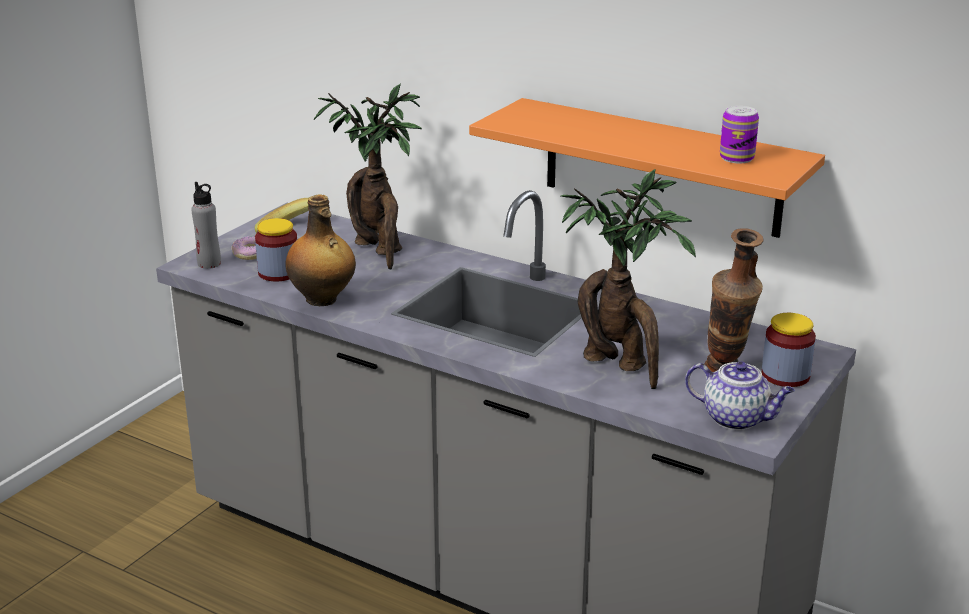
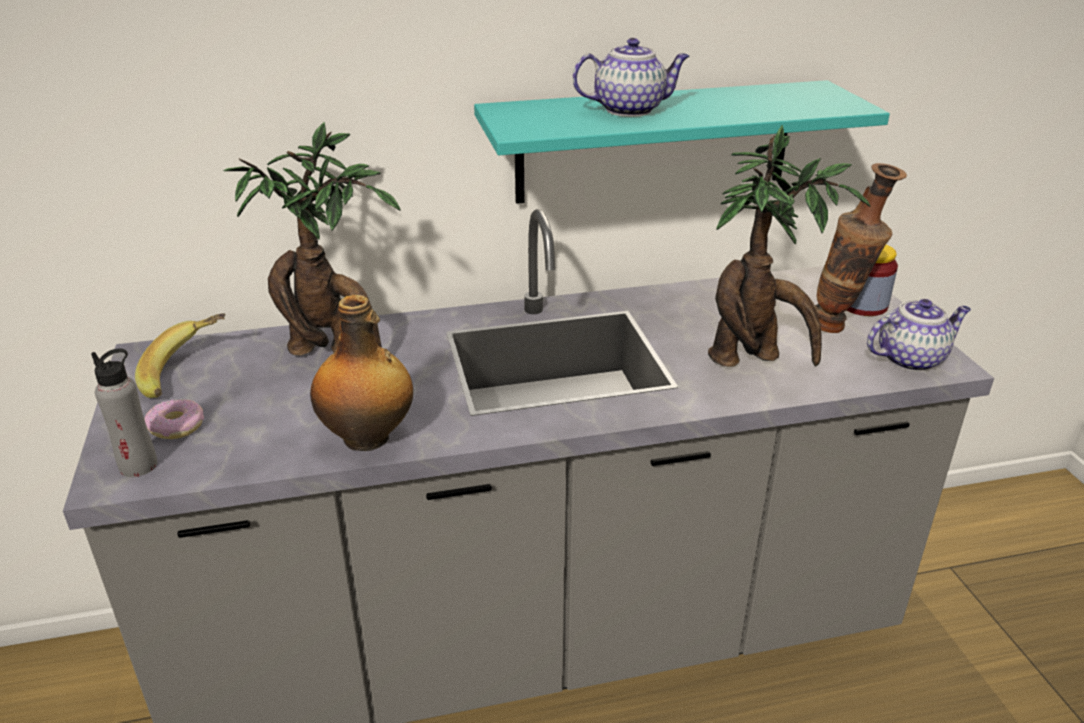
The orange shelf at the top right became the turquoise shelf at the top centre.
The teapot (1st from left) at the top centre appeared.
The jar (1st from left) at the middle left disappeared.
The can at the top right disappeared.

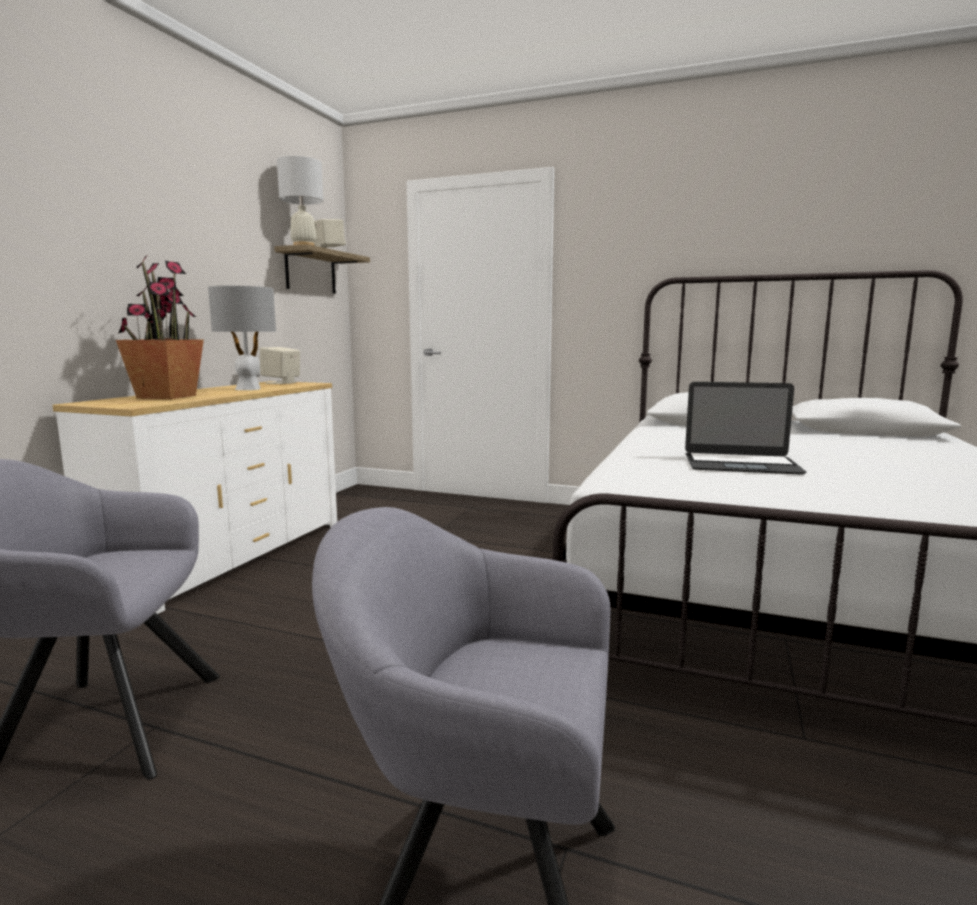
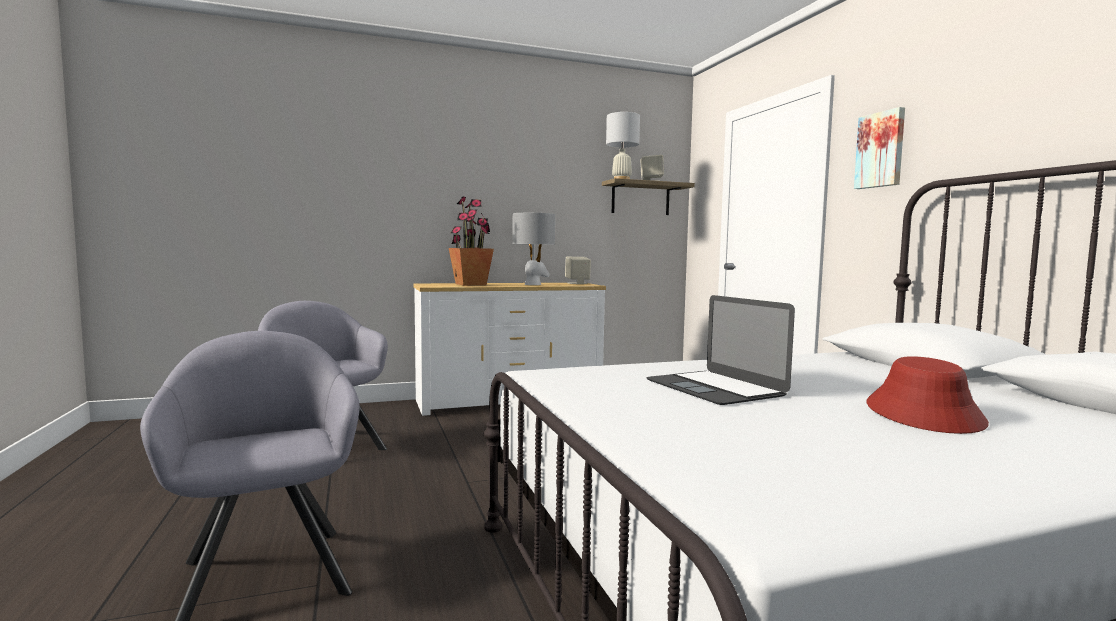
The picture at the top right appeared.
The red hat at the middle right appeared.

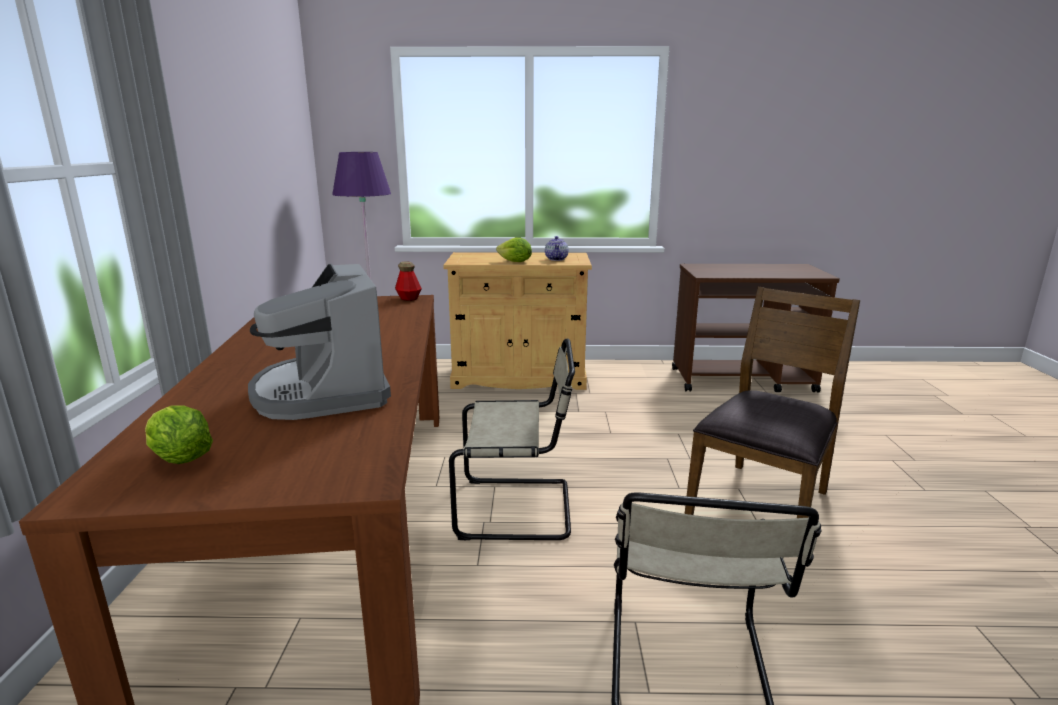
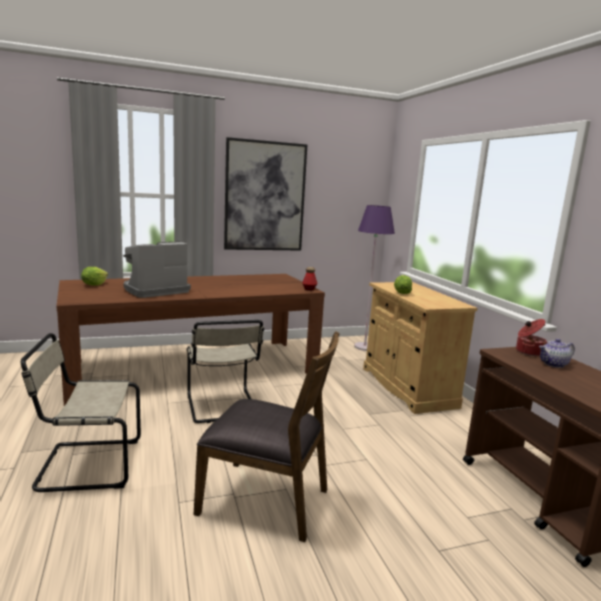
The picture at the top centre appeared.
The cooking pot at the middle right appeared.
The teapot moved from the centre to the middle right.

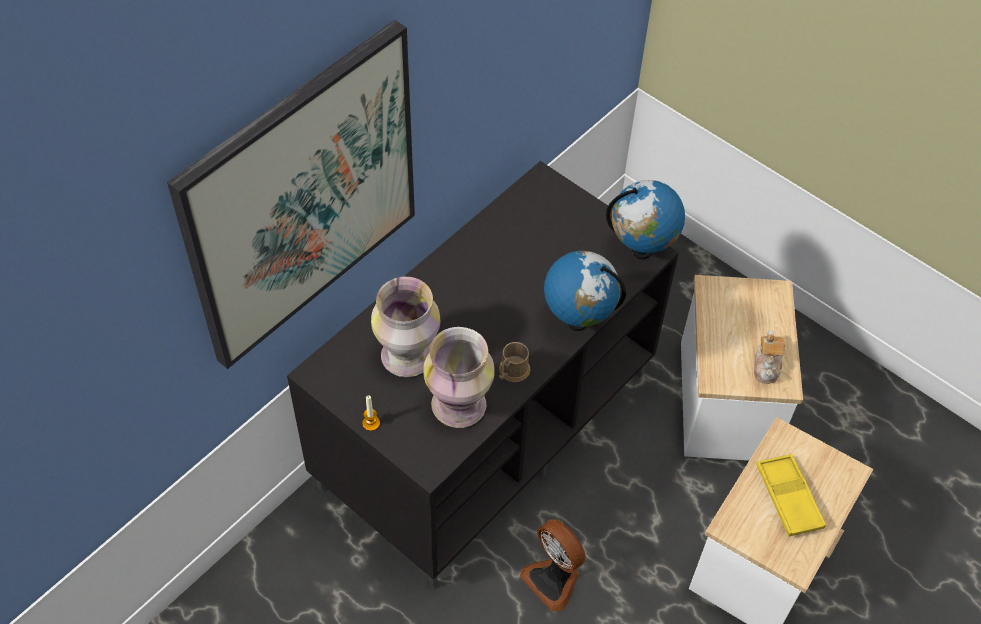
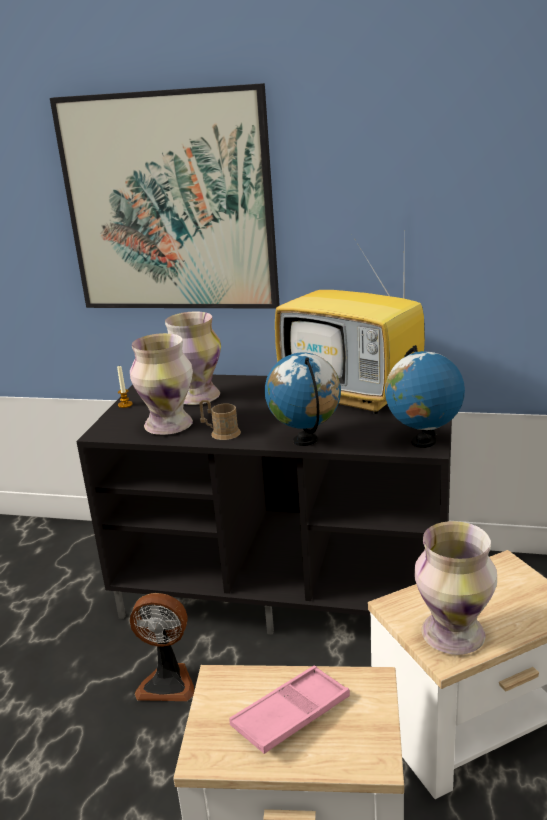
The fan at the bottom centre turned 105 degrees counterclockwise.
The yellow tray at the bottom right became the pink tray at the bottom centre.
The television at the centre appeared.
The teapot at the middle right was replaced by the vase (3rd from left) at the bottom right.

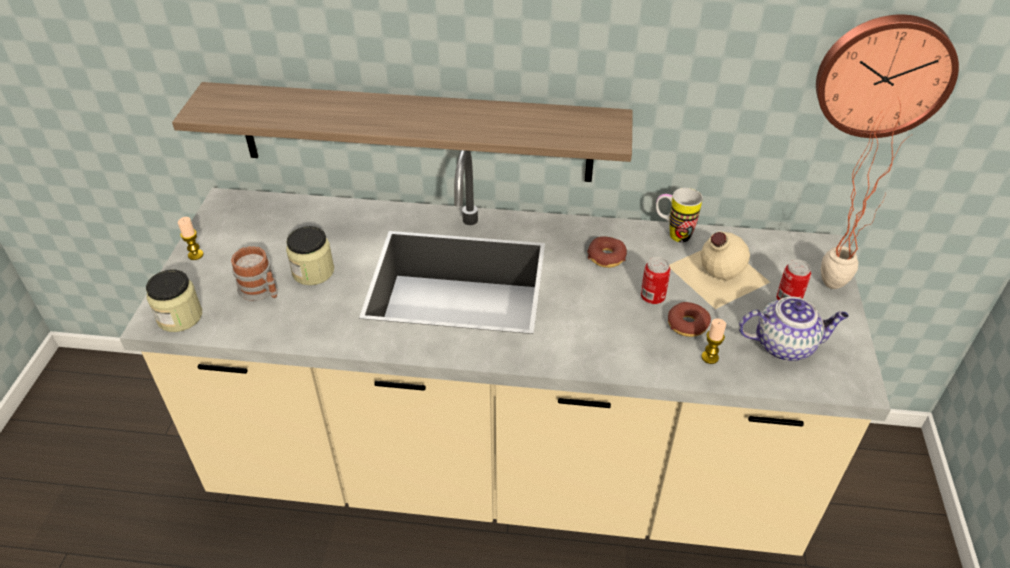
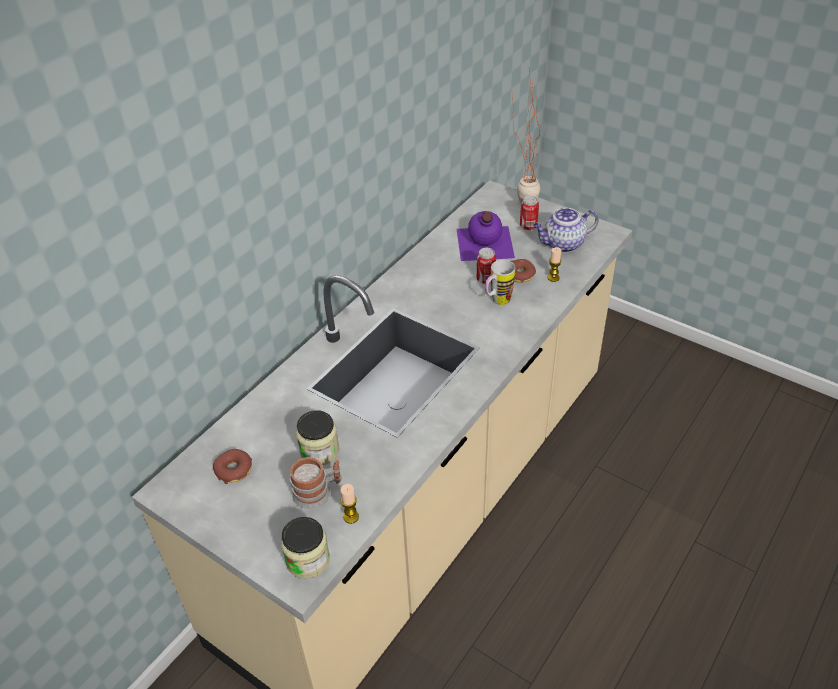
The donut (1st from left) moved from the centre to the bottom left.
The candle (1st from left) moved from the middle left to the bottom centre.
The beige bottle at the middle right became the purple bottle at the centre.
The mug (2nd from left) moved from the middle right to the centre.
The teapot at the middle right turned 135 degrees counterclockwise.
The shelf at the top centre disappeared.
The wall clock at the top right disappeared.

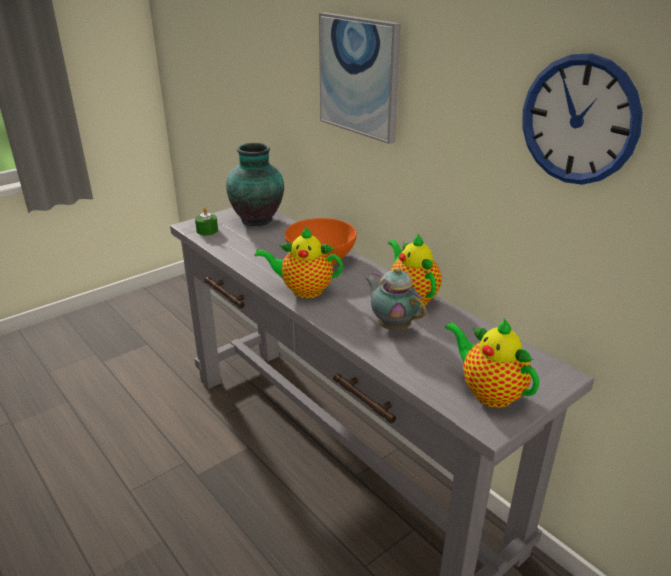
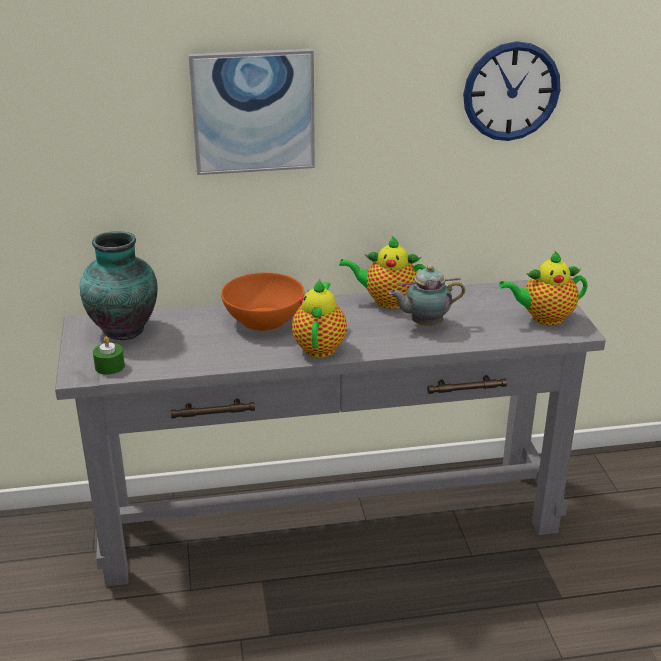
The teapot (1st from left) at the centre turned 150 degrees clockwise.

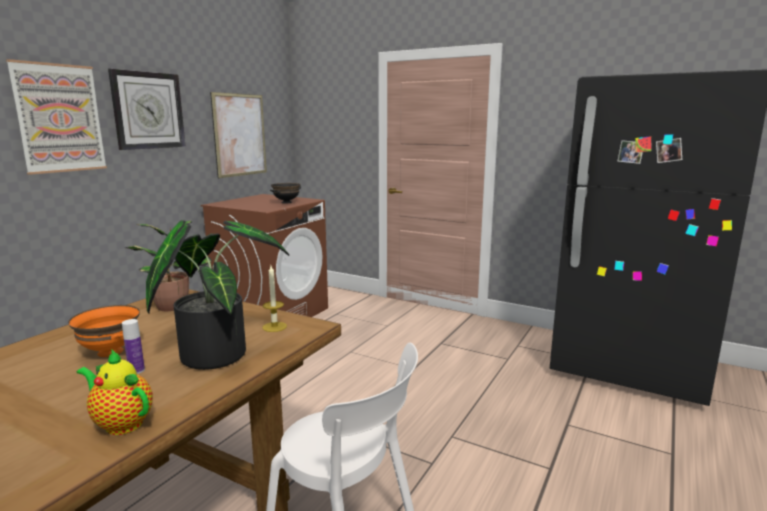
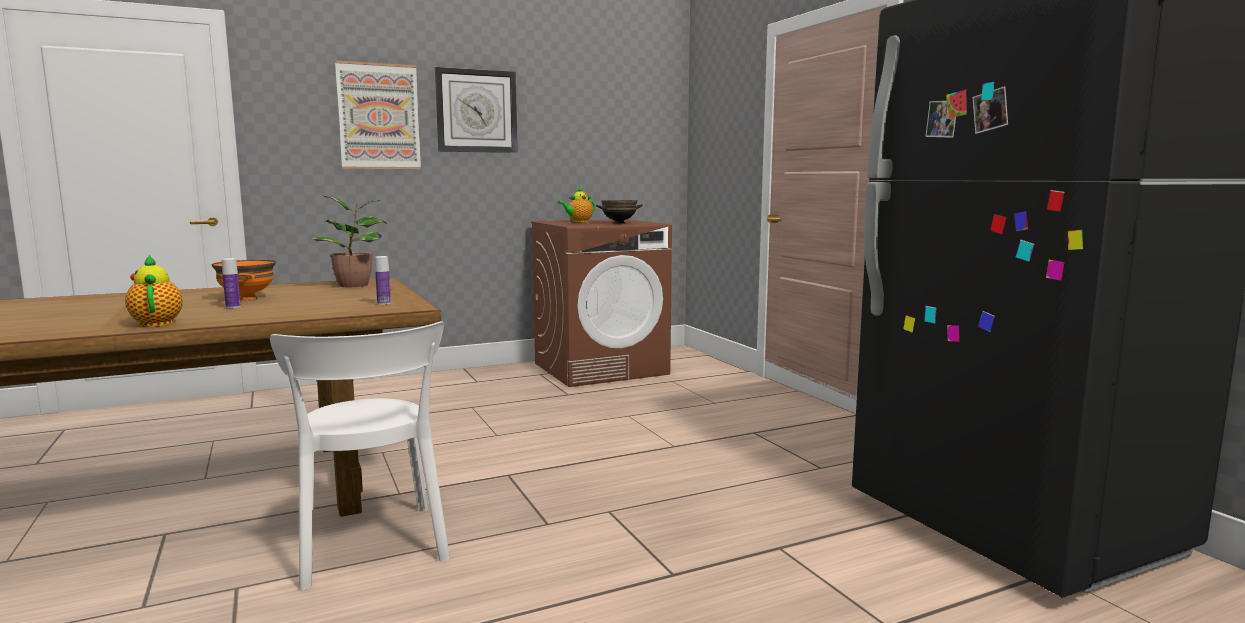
The candle at the centre was replaced by the bottle (2nd from left) at the middle left.
The teapot (2nd from left) at the top centre appeared.
The potted plant (2nd from left) at the middle left disappeared.
The picture (2nd from left) at the top left disappeared.

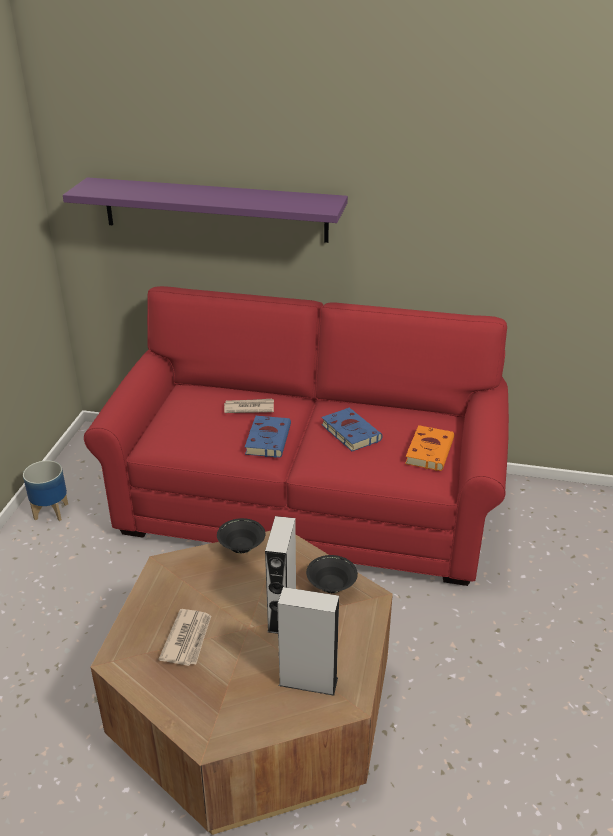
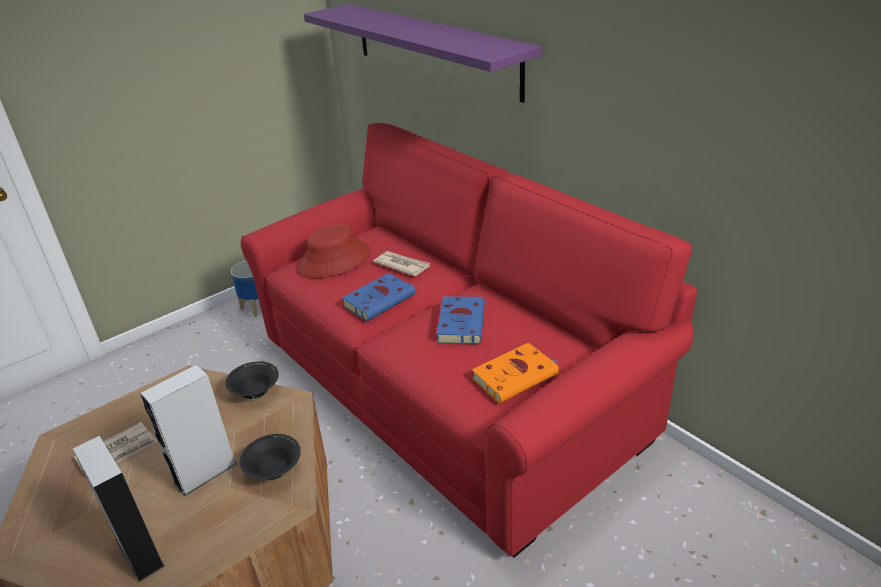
The red hat at the centre appeared.

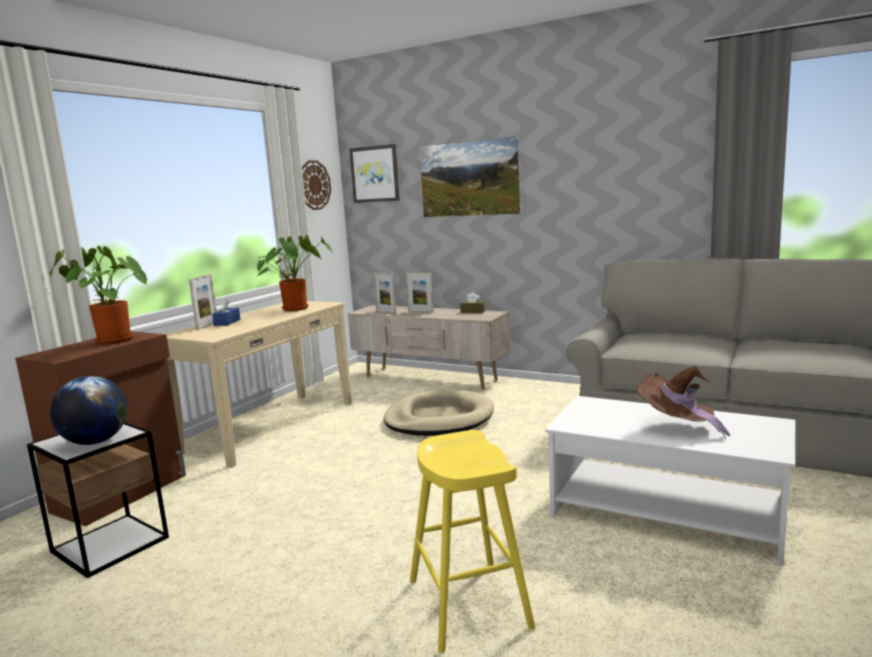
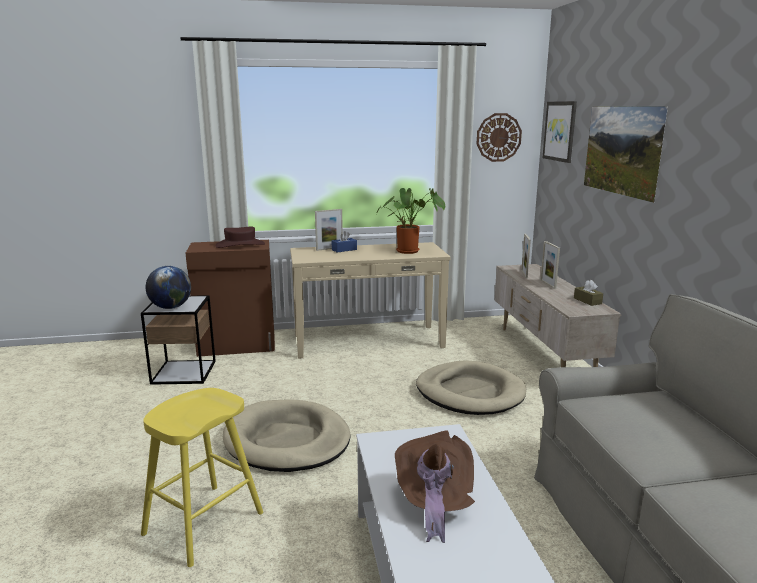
The potted plant (1st from left) at the middle left was replaced by the brown hat (1st from left) at the middle left.
The beige dog bed (1st from left) at the bottom centre appeared.

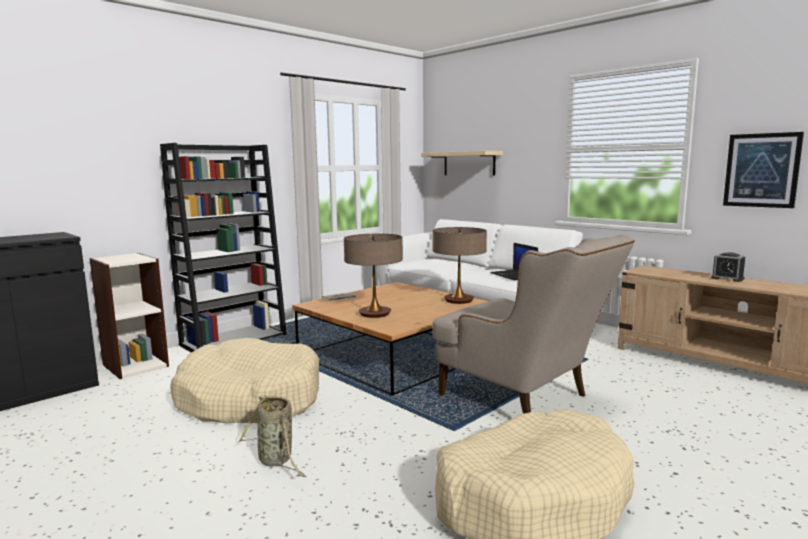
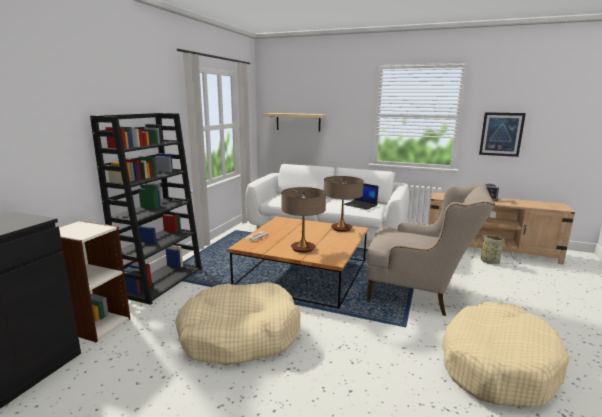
The basket moved from the bottom centre to the middle right.

